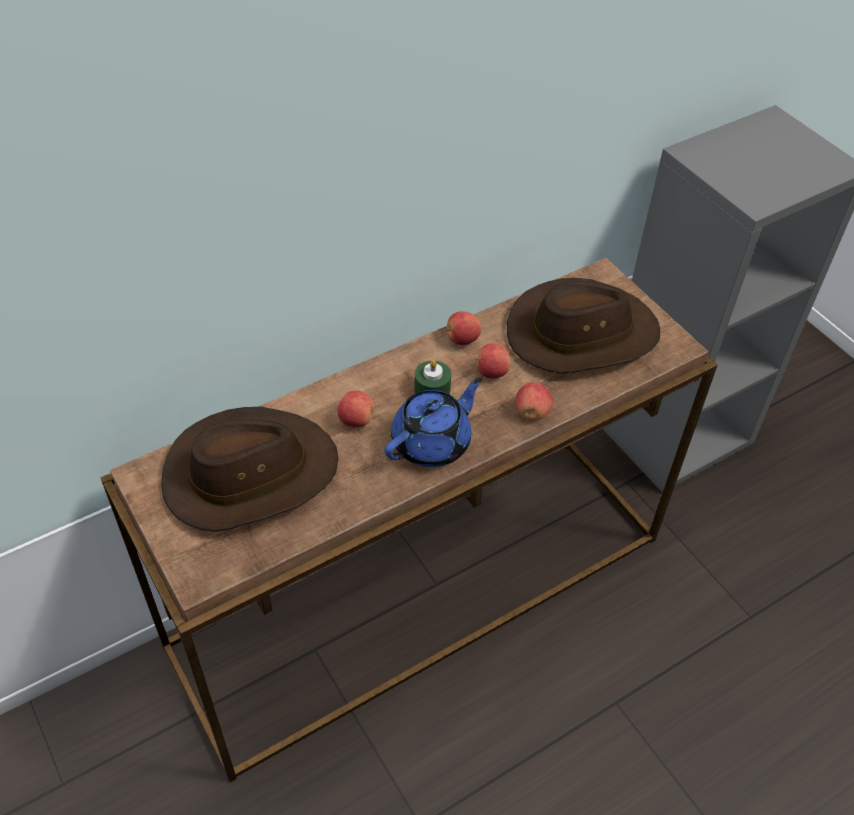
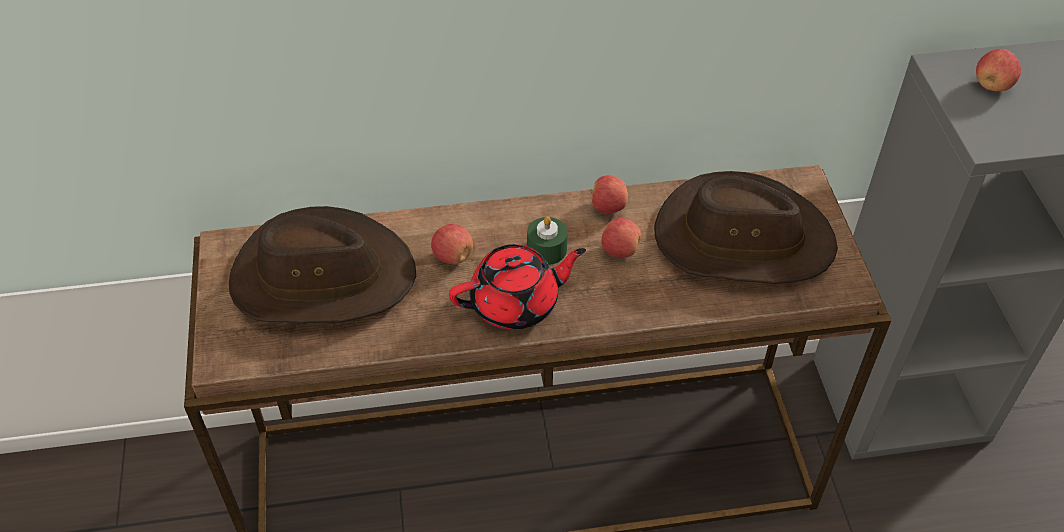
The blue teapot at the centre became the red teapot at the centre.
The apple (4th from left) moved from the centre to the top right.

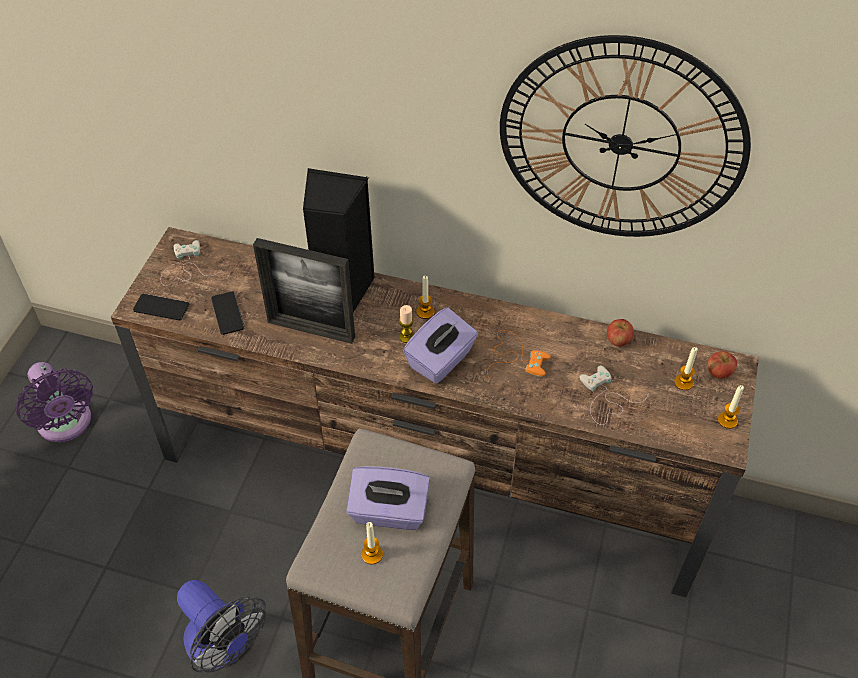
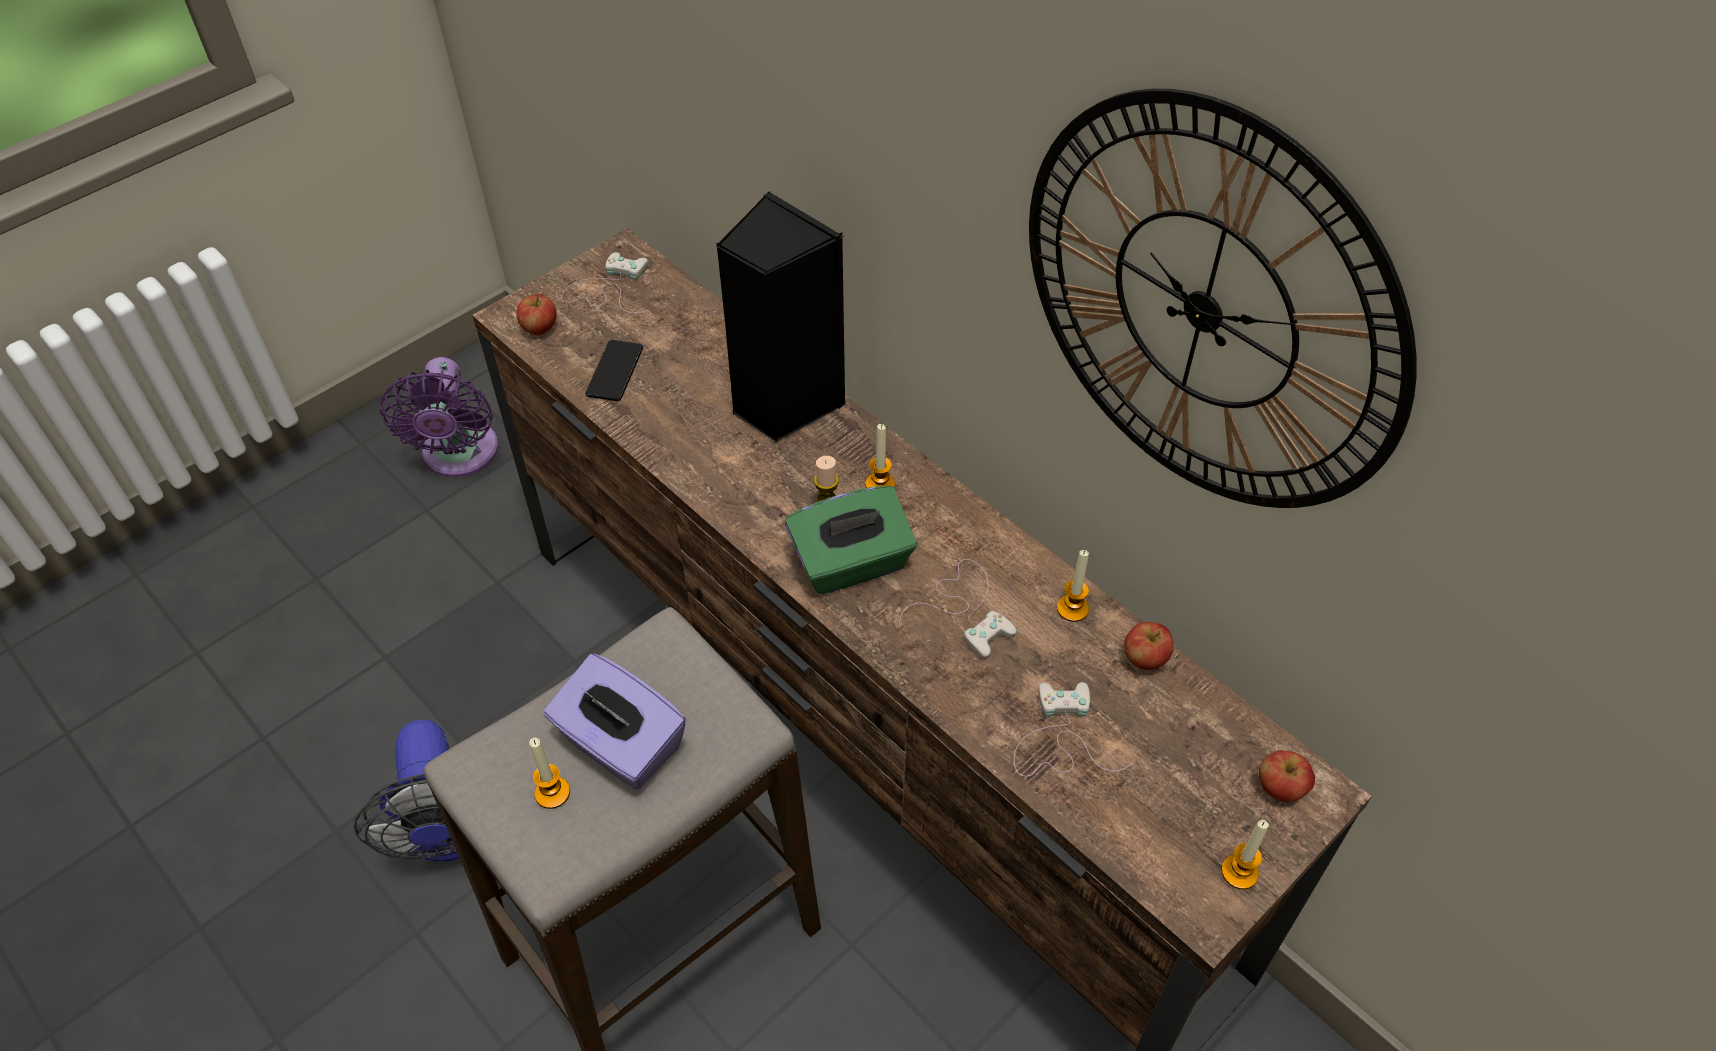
The phone (1st from left) at the middle left was replaced by the apple (1st from left) at the top left.
The purple tissue box (2nd from left) at the centre became the green tissue box at the centre.
The orange game controller at the centre became the white game controller (2nd from left) at the centre.
The candle (4th from left) moved from the middle right to the centre.
The picture frame at the centre disappeared.

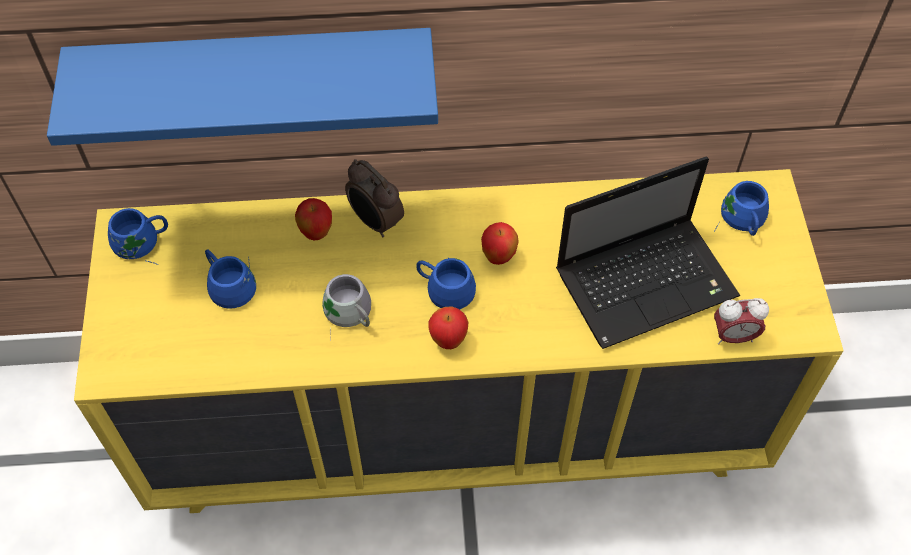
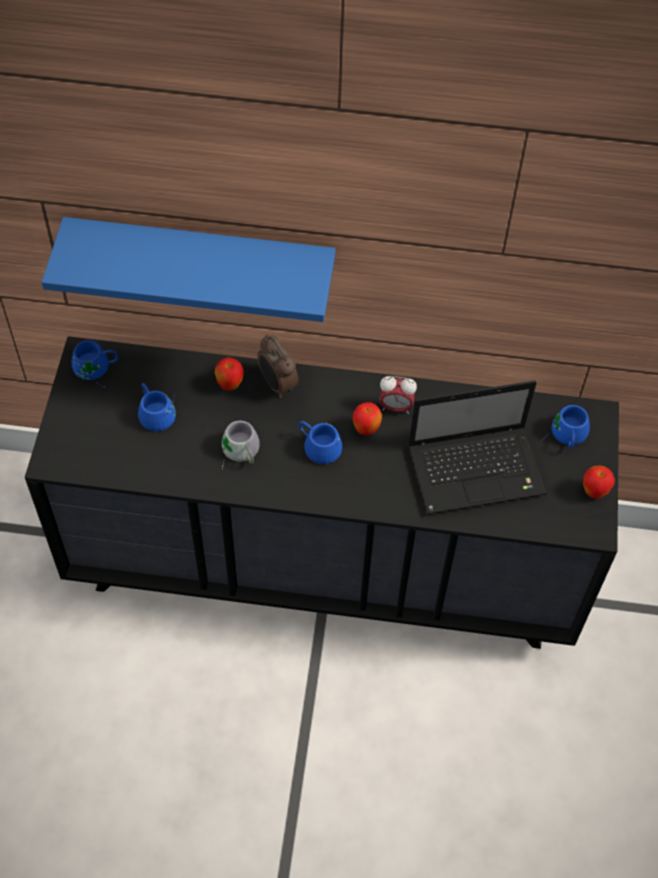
The yellow dresser at the centre became the black dresser at the centre.
The alarm clock (2nd from left) moved from the middle right to the centre.
The apple (2nd from left in the first image) moved from the centre to the middle right.

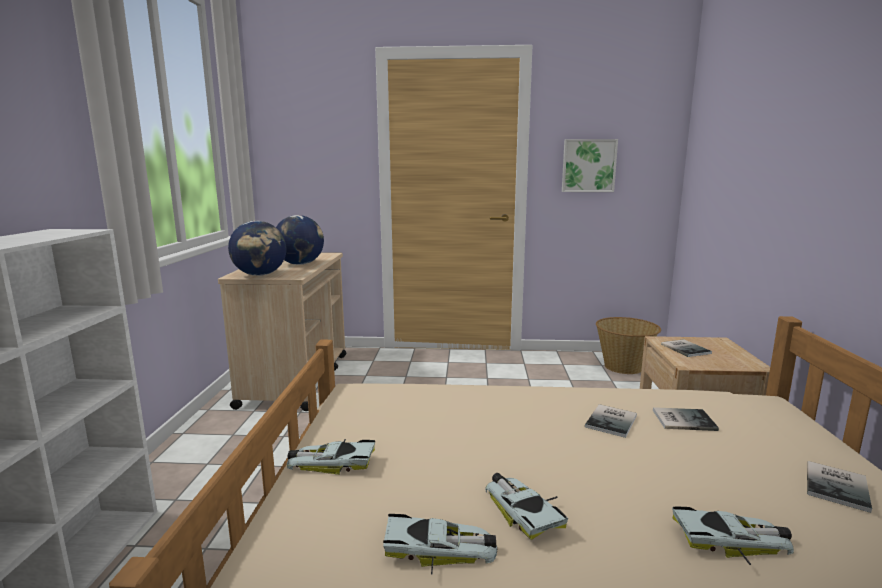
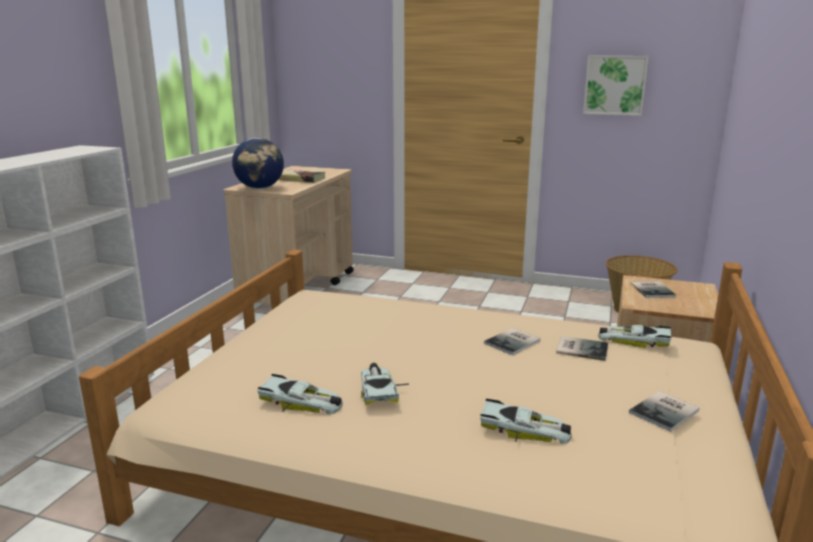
The globe (2nd from left) at the centre was replaced by the book (1st from left) at the top centre.
The toy car (1st from left in the first image) moved from the bottom centre to the middle right.

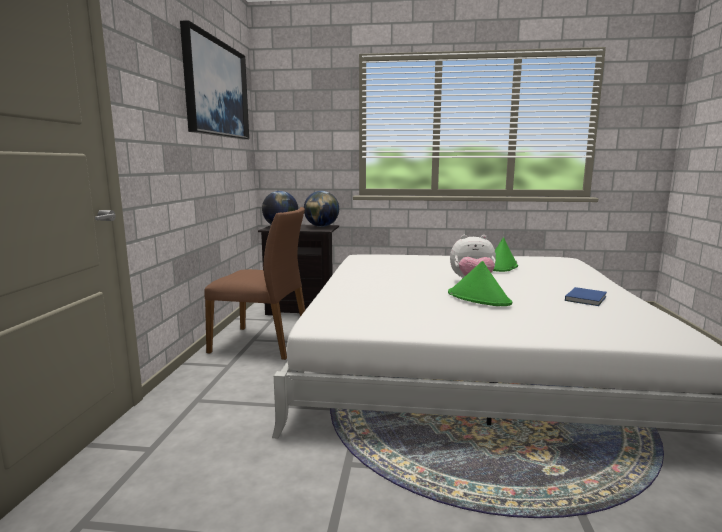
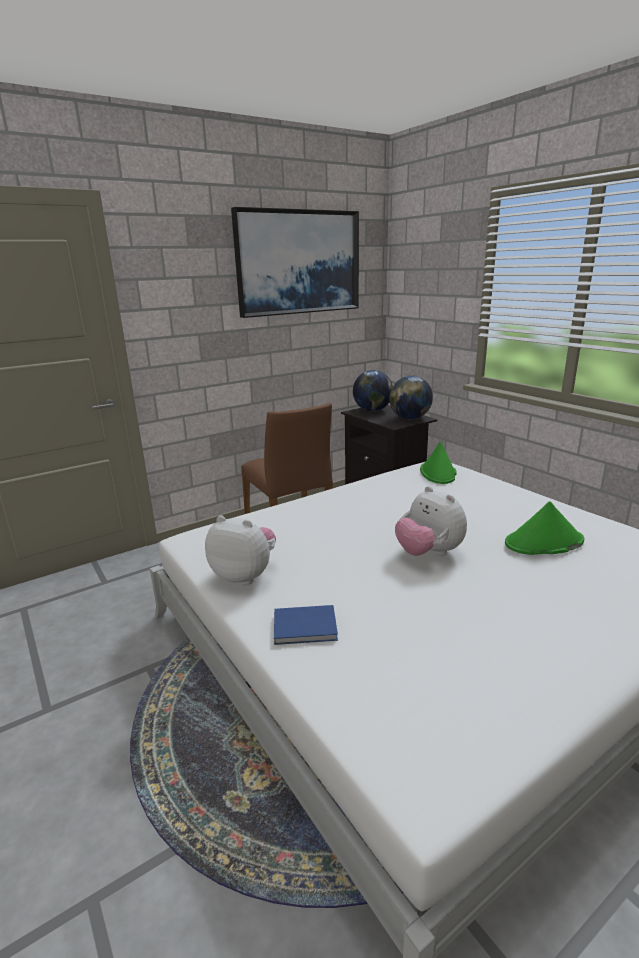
The plush toy (1st from left) at the centre appeared.
The blue book moved from the middle right to the centre.
The green hat (1st from left) moved from the centre to the middle right.

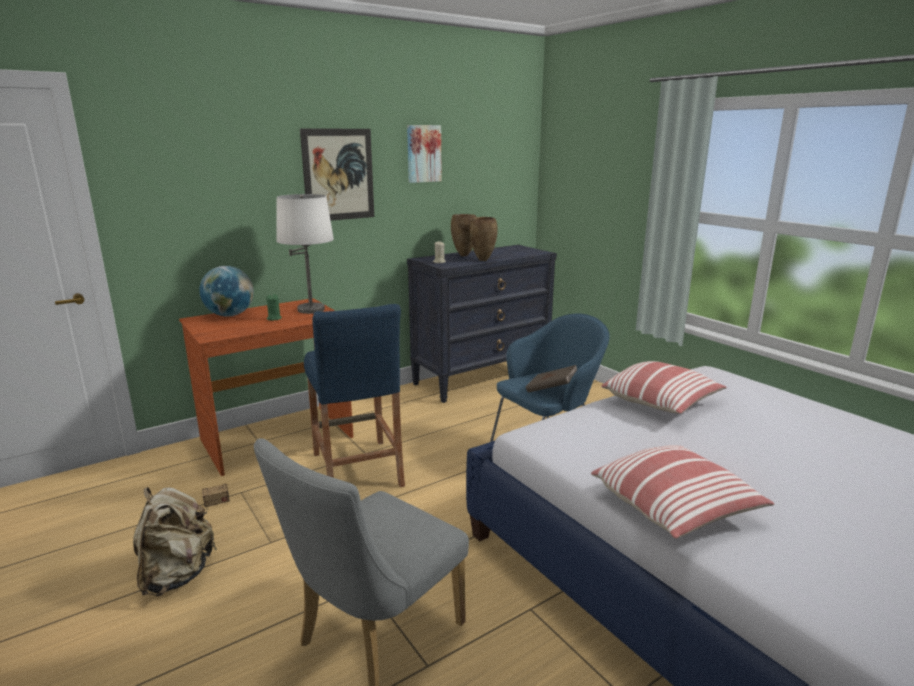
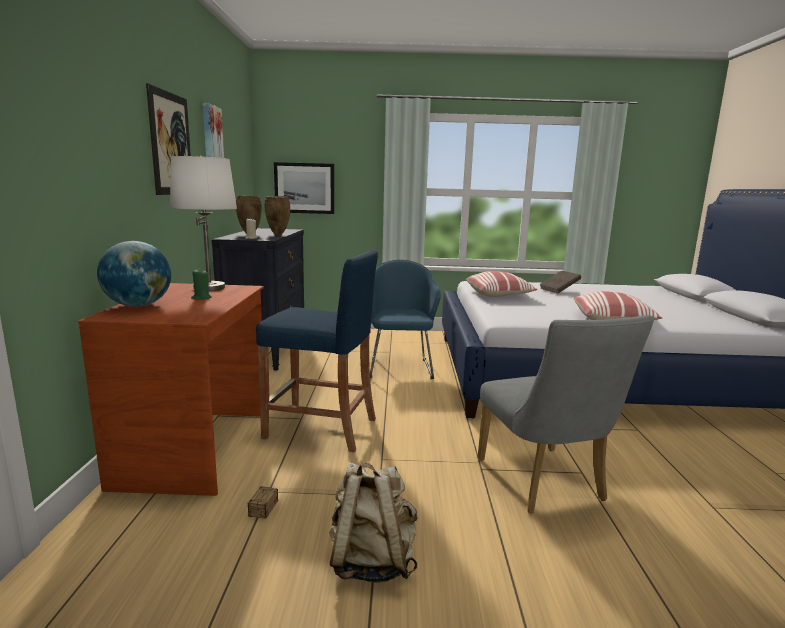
The picture (3rd from left) at the top centre appeared.
The brown book moved from the centre to the middle right.

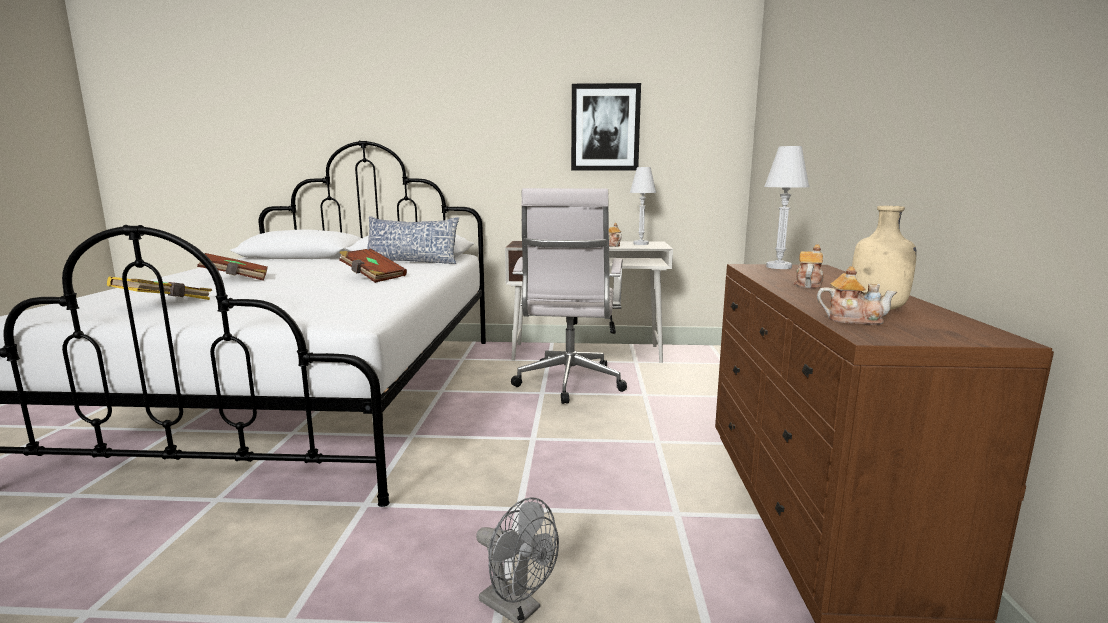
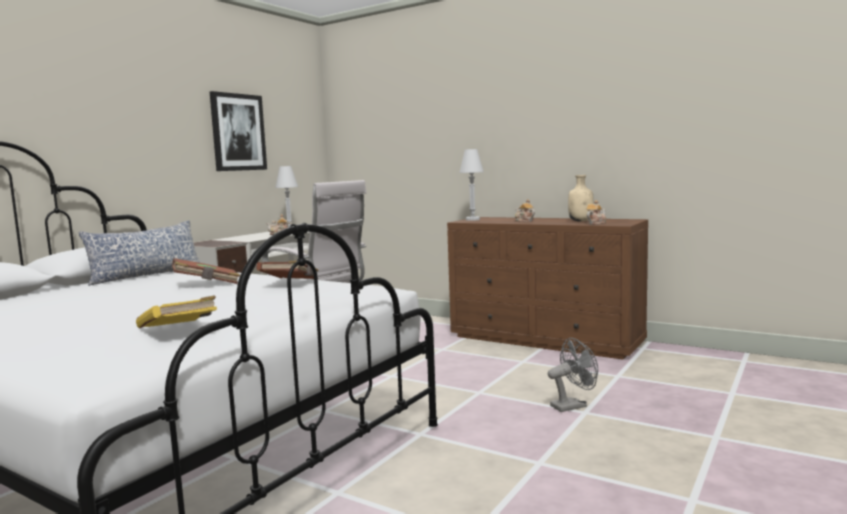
The brown book (1st from left in the first image) moved from the middle left to the centre.

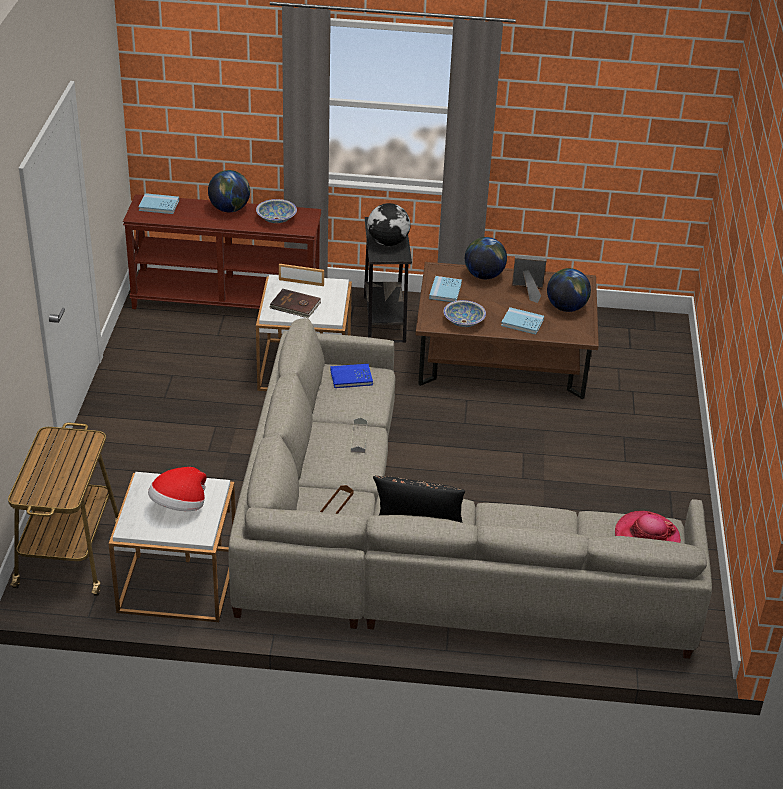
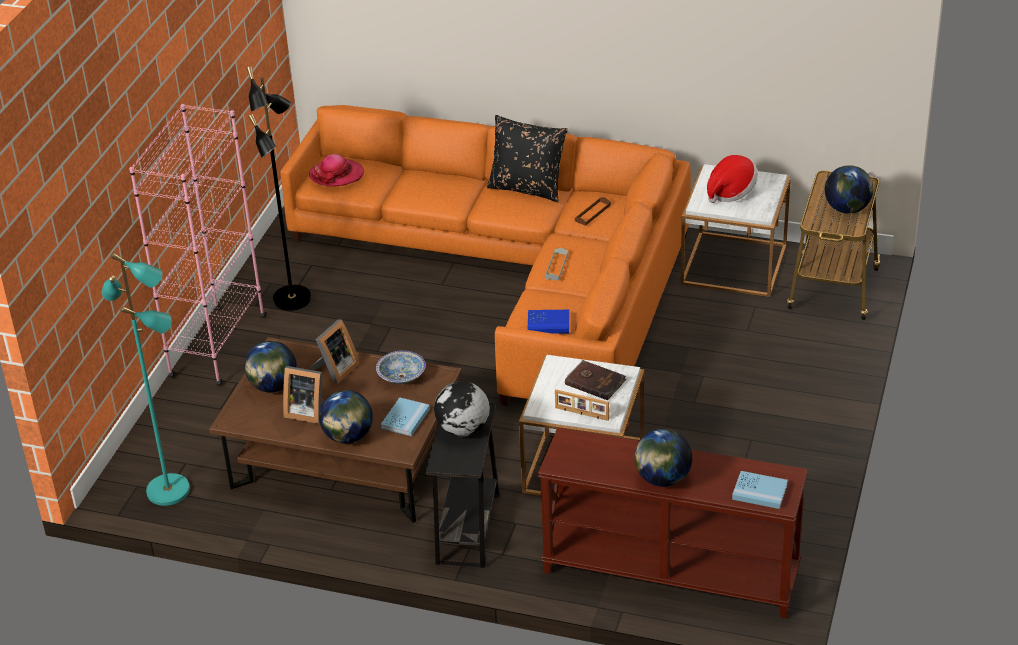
The turquoise floor lamp at the middle left appeared.
The pink bookcase at the middle left appeared.
The black floor lamp at the top left appeared.
The grey sofa at the centre became the orange sofa at the centre.
The blue book (4th from left) at the middle right was replaced by the picture frame (2nd from left) at the middle left.
The globe (5th from left) at the top right appeared.
The bowl (1st from left) at the top centre disappeared.

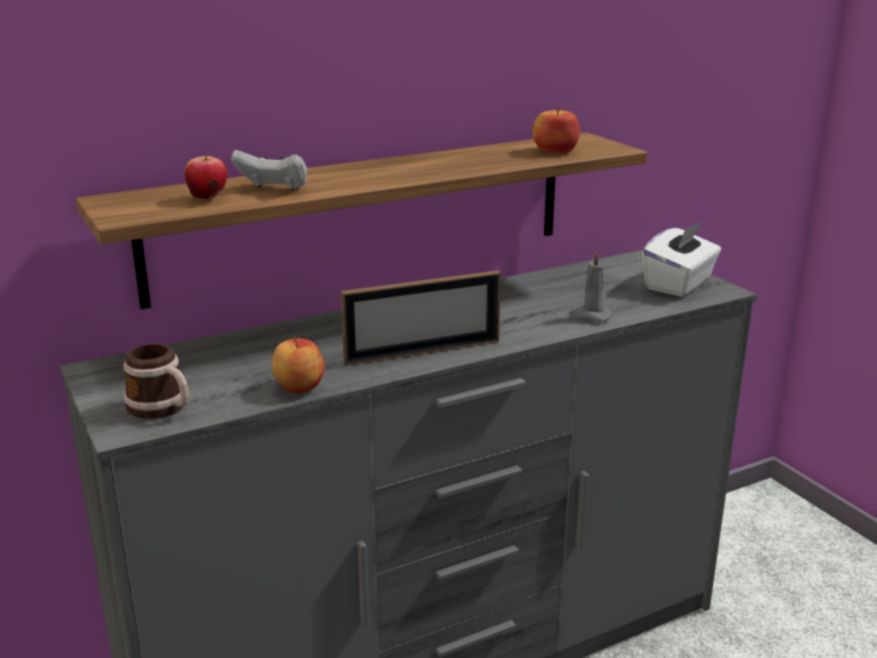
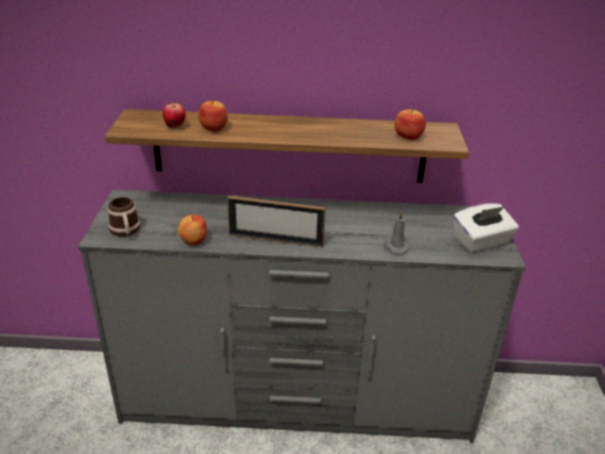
The white game controller at the top left was replaced by the apple (3rd from left) at the top centre.

